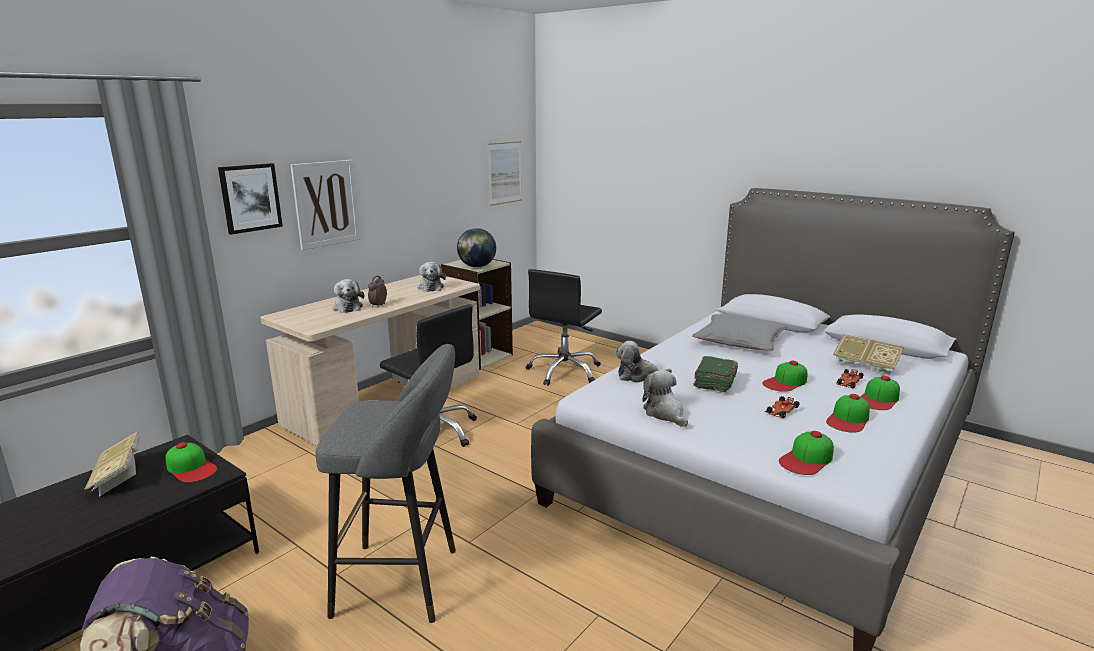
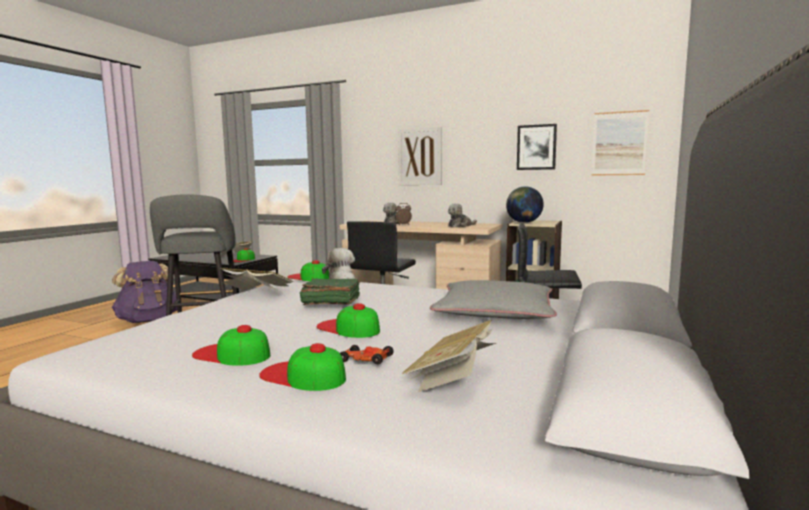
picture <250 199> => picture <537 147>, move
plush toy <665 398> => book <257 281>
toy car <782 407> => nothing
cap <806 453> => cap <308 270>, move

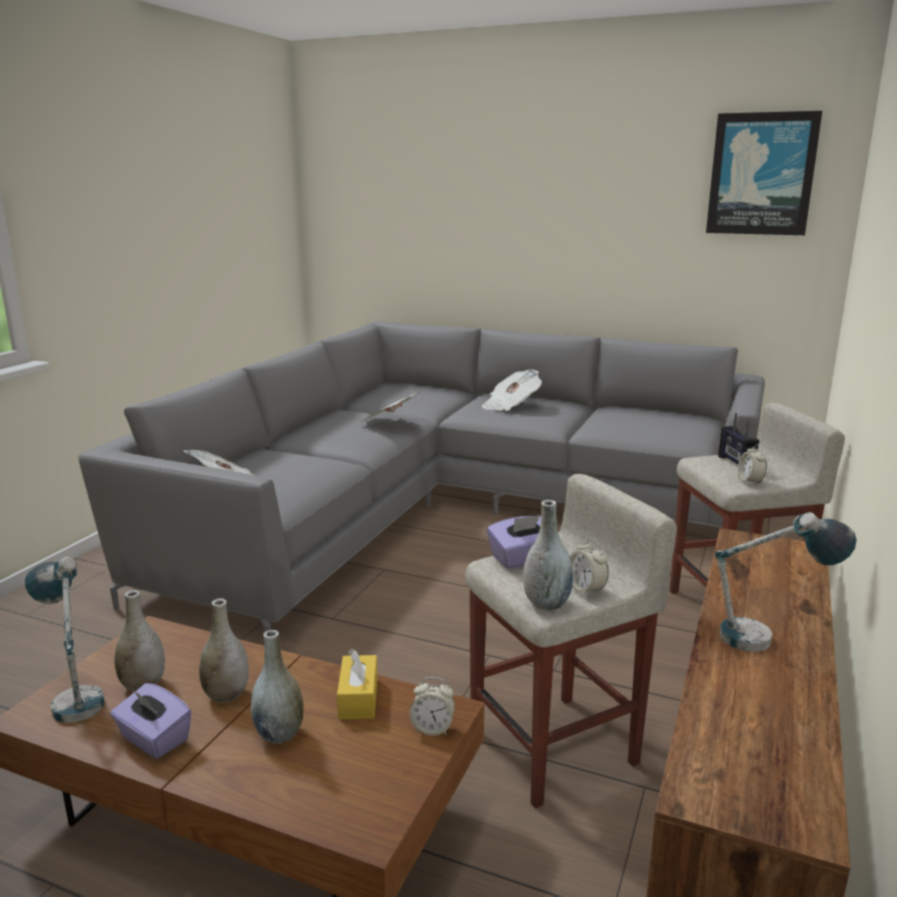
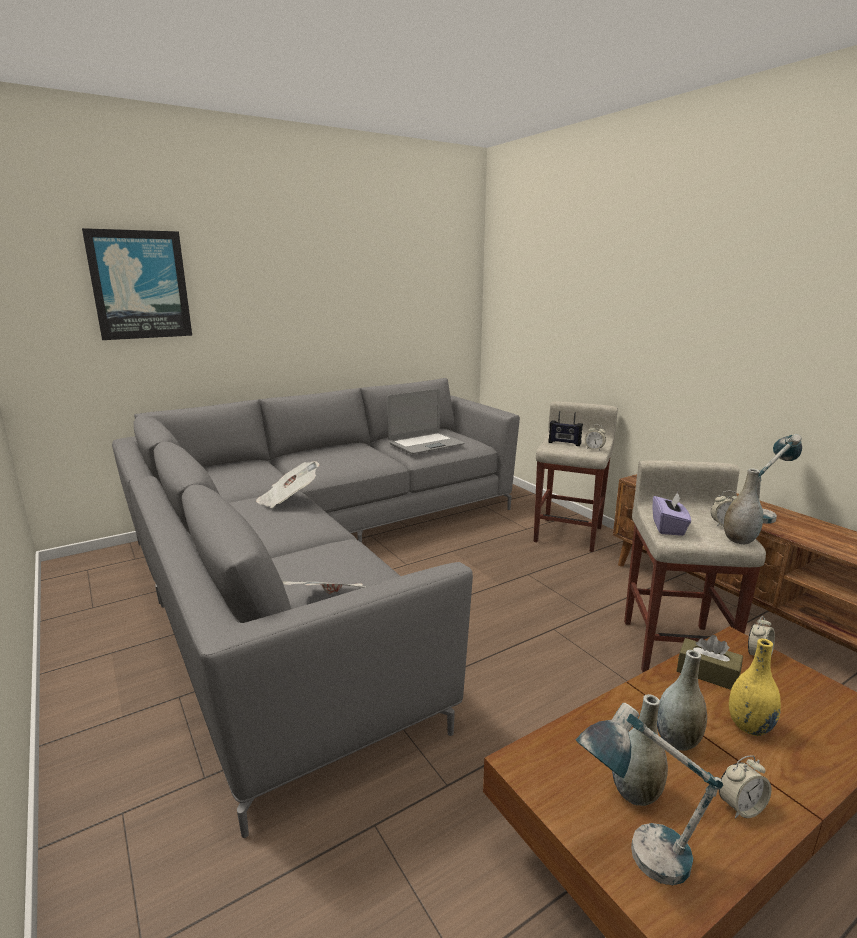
purple tissue box <150 721> => alarm clock <745 787>
grey vase <277 687> => yellow vase <755 687>
yellow tissue box <357 684> => brown tissue box <710 662>
newspaper <512 390> => nothing
picture <764 173> => picture <137 284>, move
nothing => laptop <426 421>

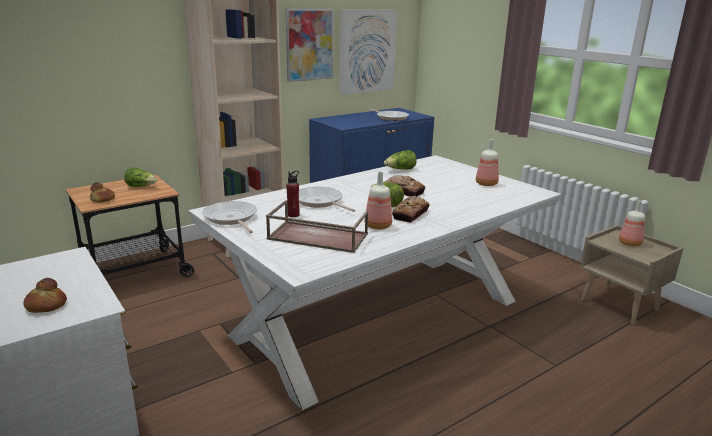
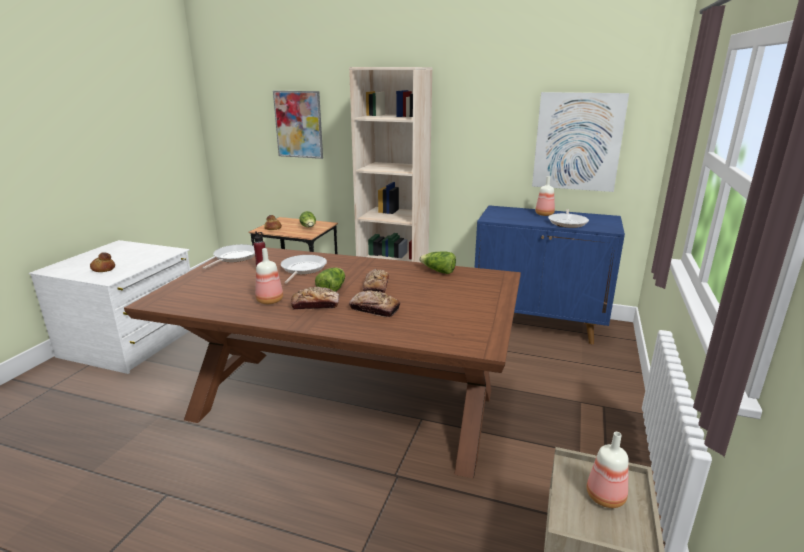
white dining table <374 282> => brown dining table <322 362>
brown tray <317 226> => nothing
picture <310 45> => picture <298 125>, move
bottle <487 162> => bottle <545 196>, move
nothing => bread <374 303>

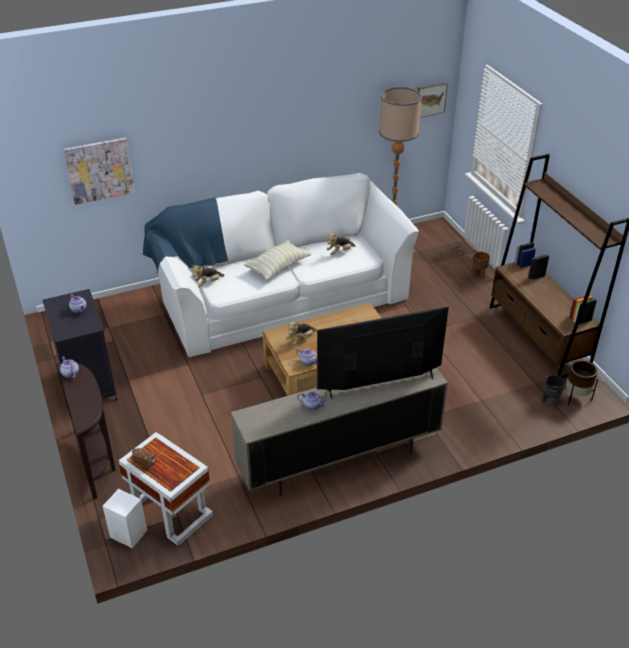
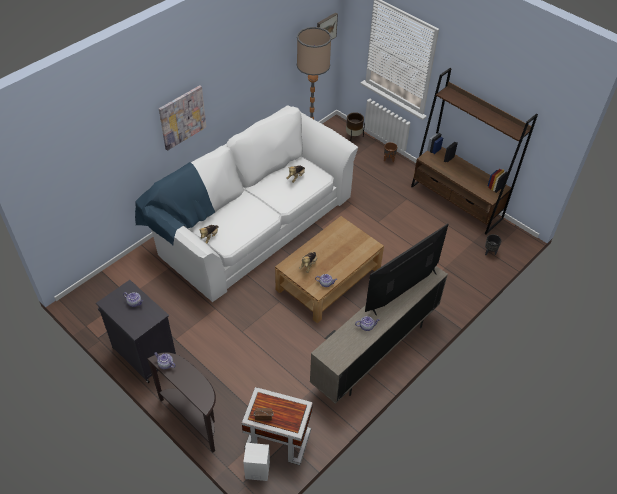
picture <99 171> => picture <182 118>, move
pillow <277 260> => nothing
brown planter <582 382> => brown planter <355 127>, move

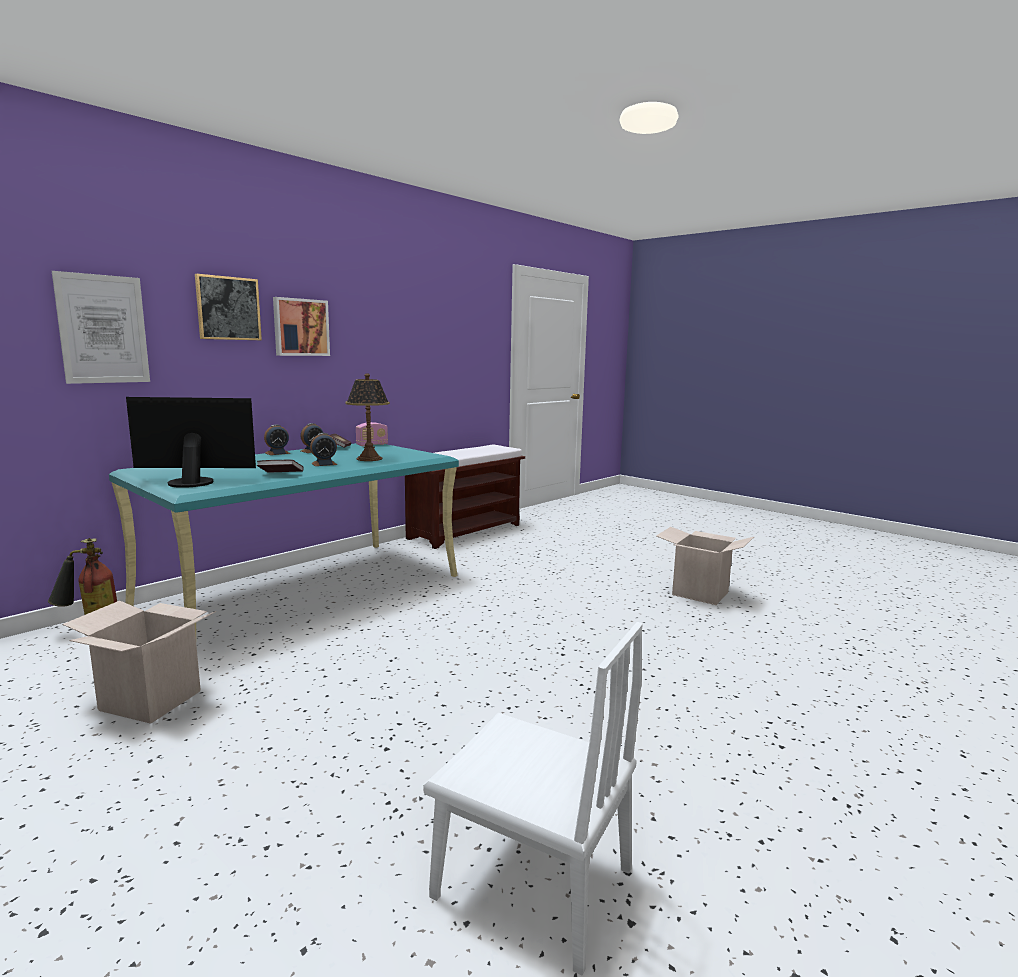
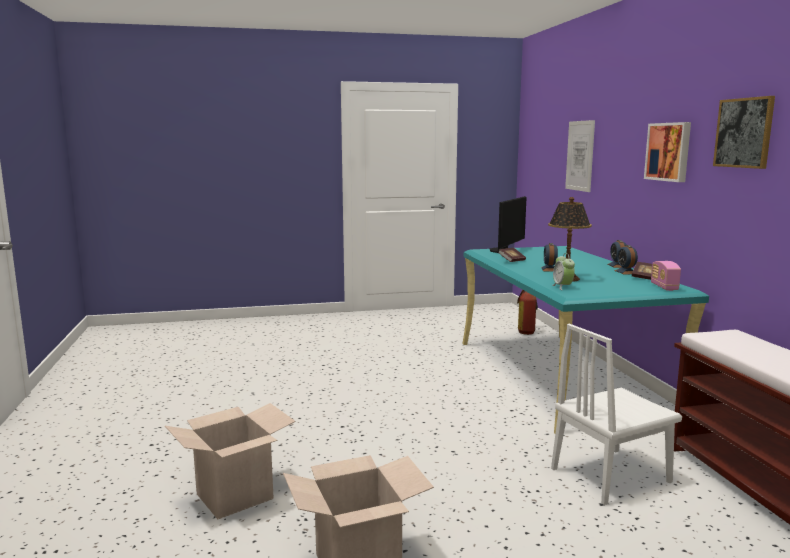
cardboard box <139 662> => cardboard box <230 461>, move
picture <228 307> => picture <744 132>, move
white chair <533 799> => white chair <616 414>, move
nothing => alarm clock <563 271>

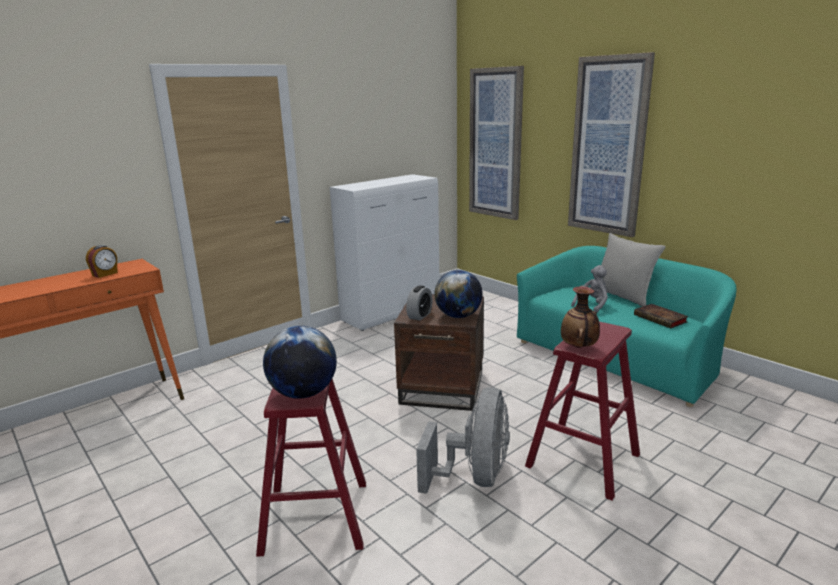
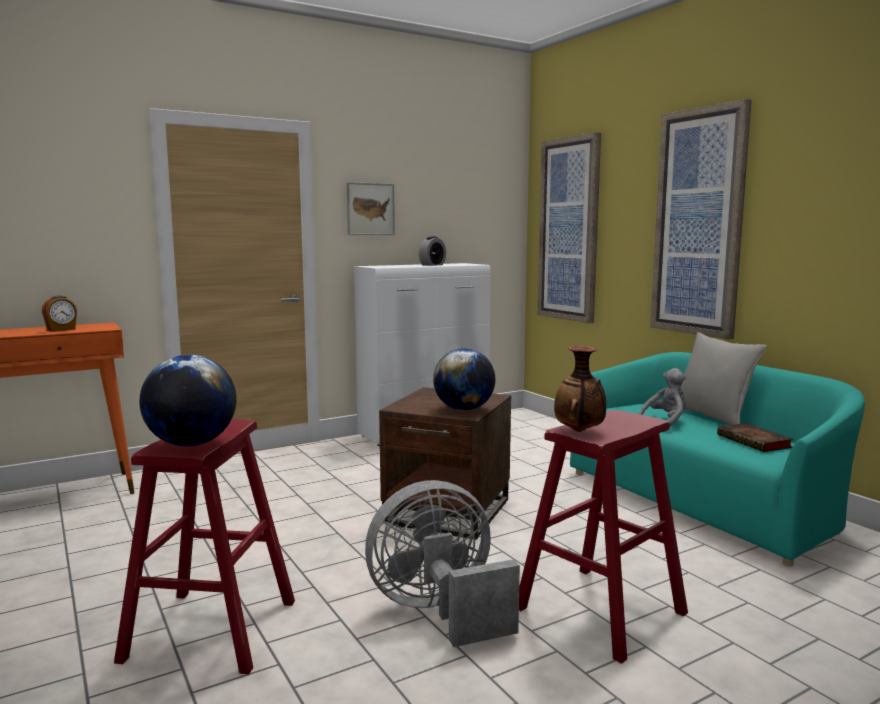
alarm clock <419 303> => alarm clock <432 251>, move
grey fan <463 440> => grey fan <442 563>, 135 degrees counterclockwise
nothing => picture <371 208>

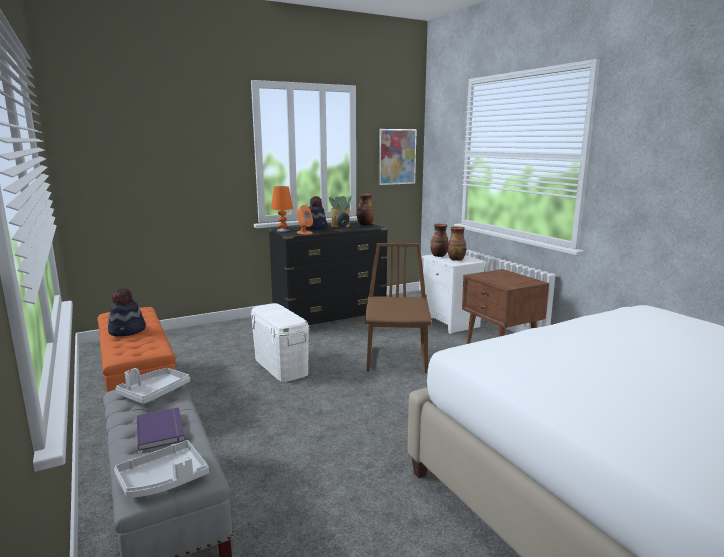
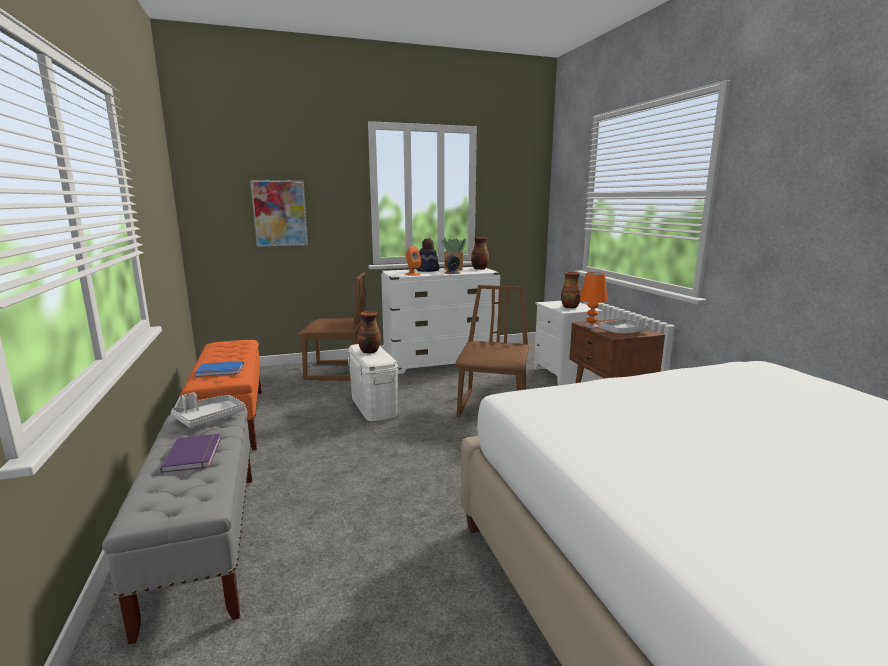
hat <127 312> => nothing
grey tray <161 469> => grey tray <624 326>, move
black dresser <328 273> => white dresser <441 320>
orange table lamp <282 209> => orange table lamp <593 300>, move
picture <398 157> => picture <279 213>, move
vase <439 240> => vase <369 332>, move
nothing => blue book <219 369>
nothing => brown chair <331 326>

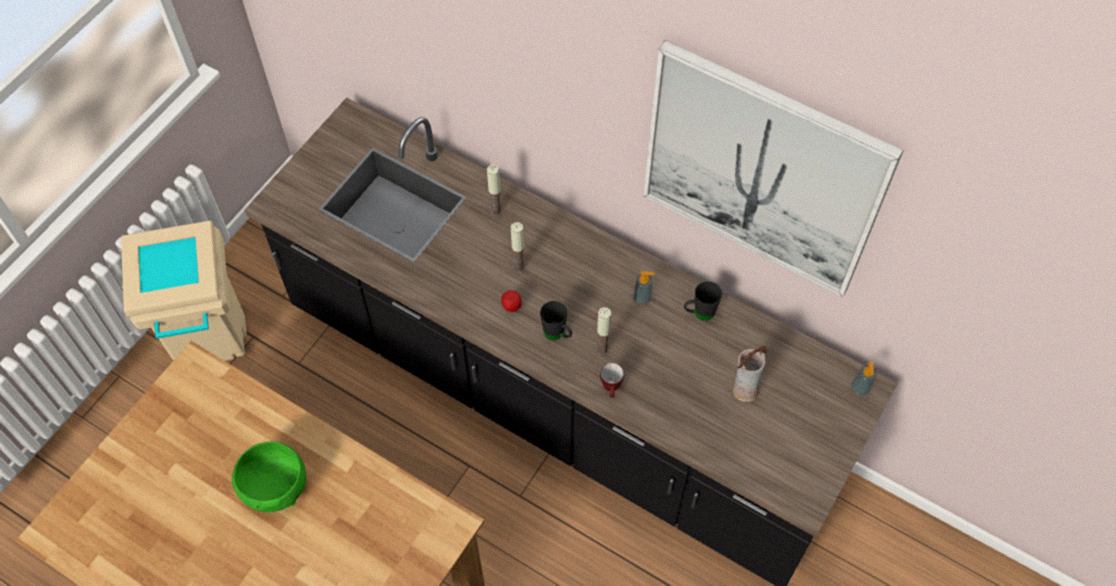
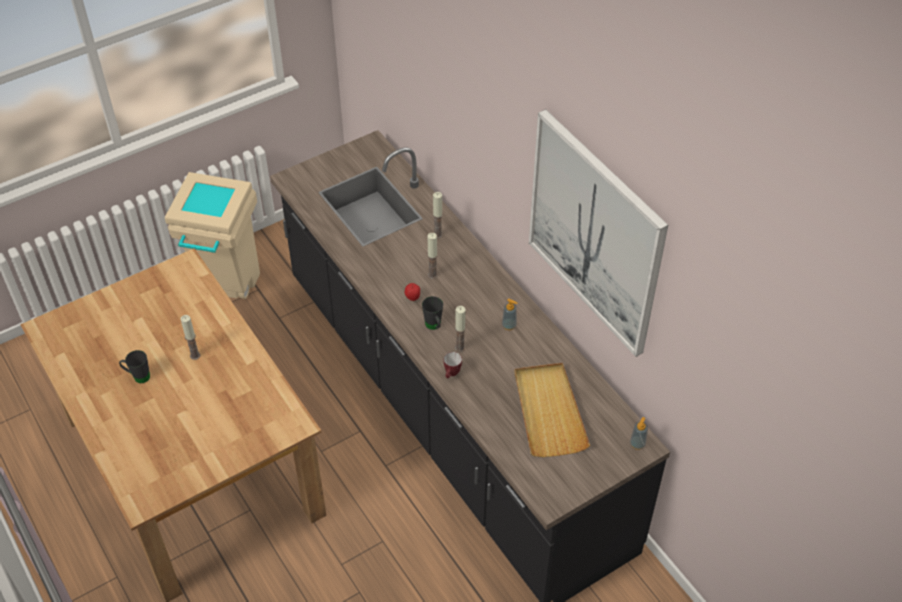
green bowl <269 477> => candle <190 337>
black mug <703 301> => black mug <134 366>, move
vase <750 374> => beige tray <552 410>

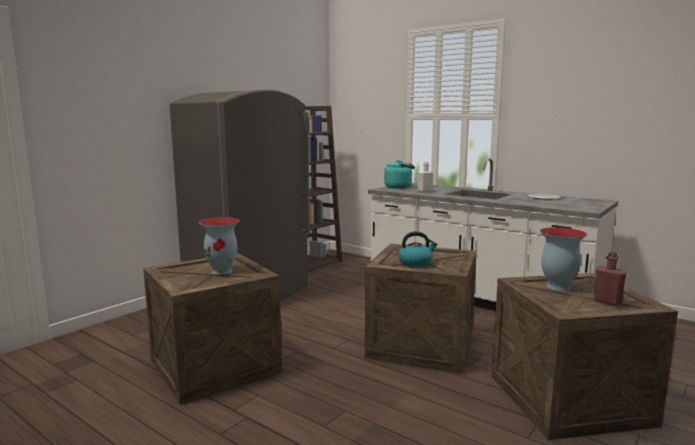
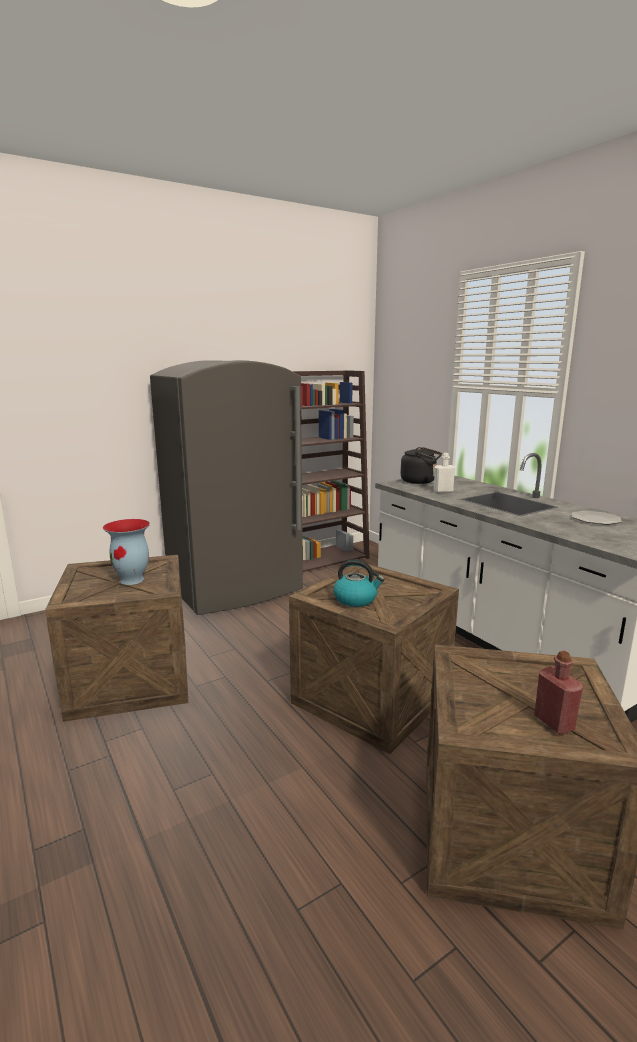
turquoise kettle <399 174> => black kettle <421 465>
vase <563 259> => nothing

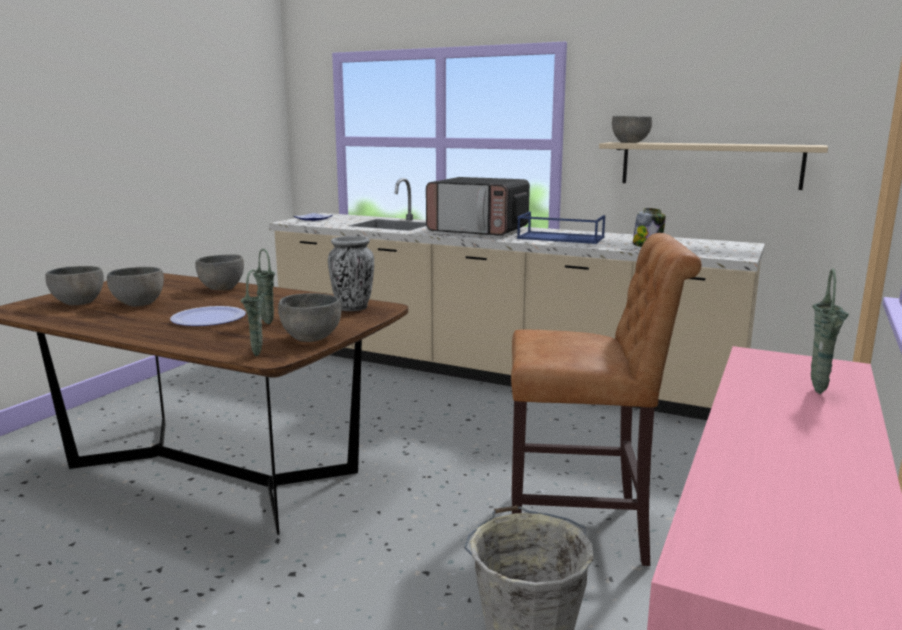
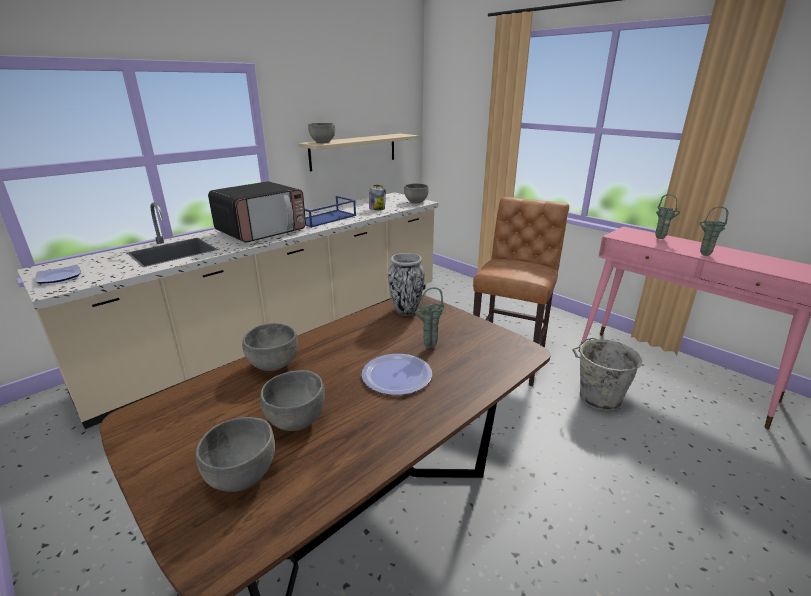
green vase <252 312> => green vase <714 231>, move
grey bowl <309 317> => grey bowl <416 193>, move

